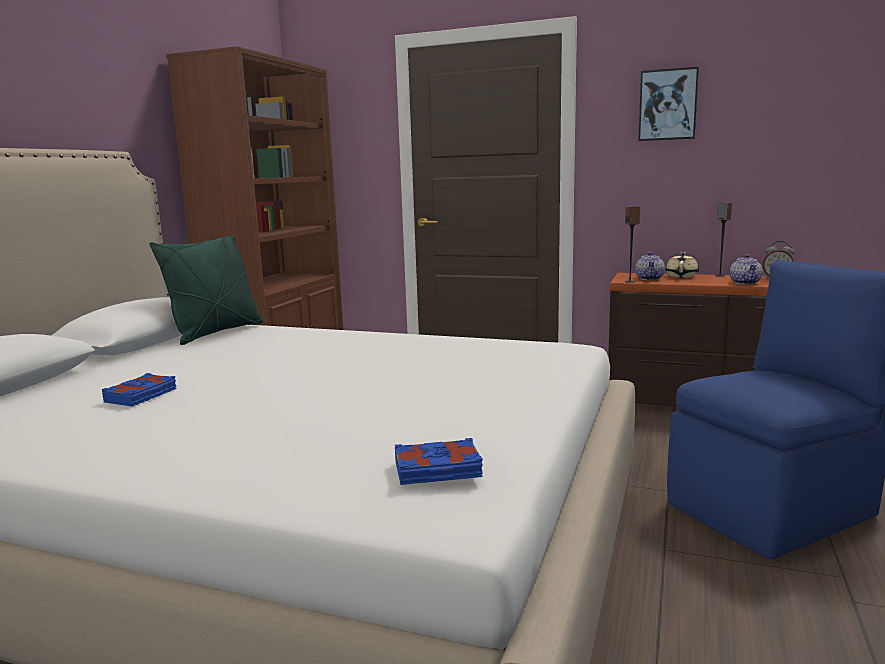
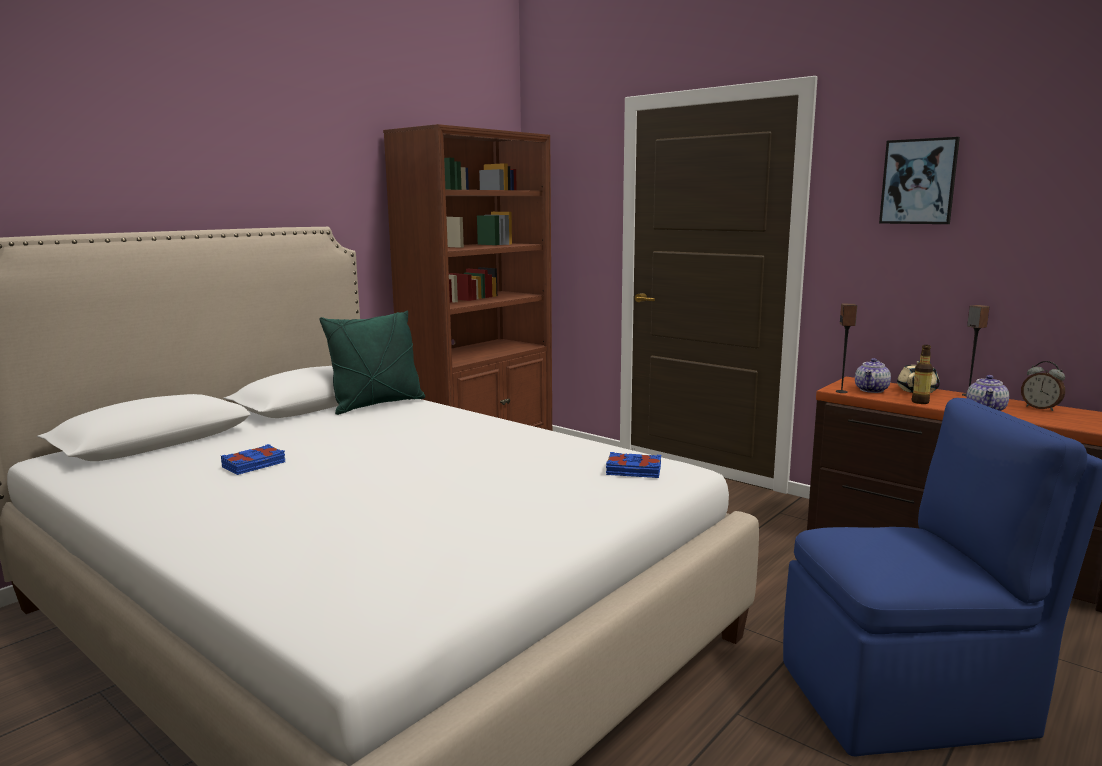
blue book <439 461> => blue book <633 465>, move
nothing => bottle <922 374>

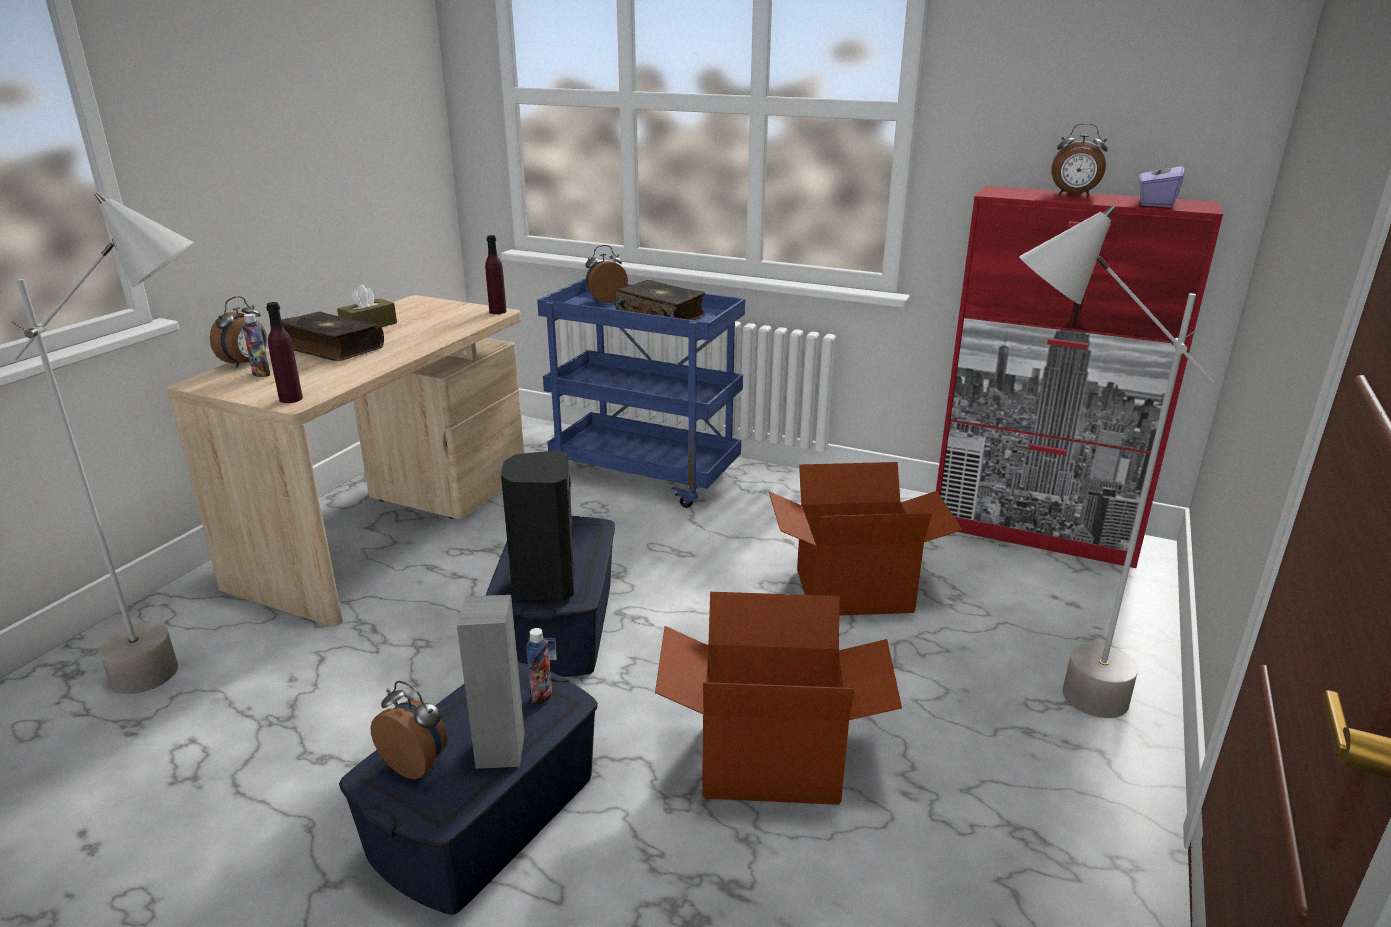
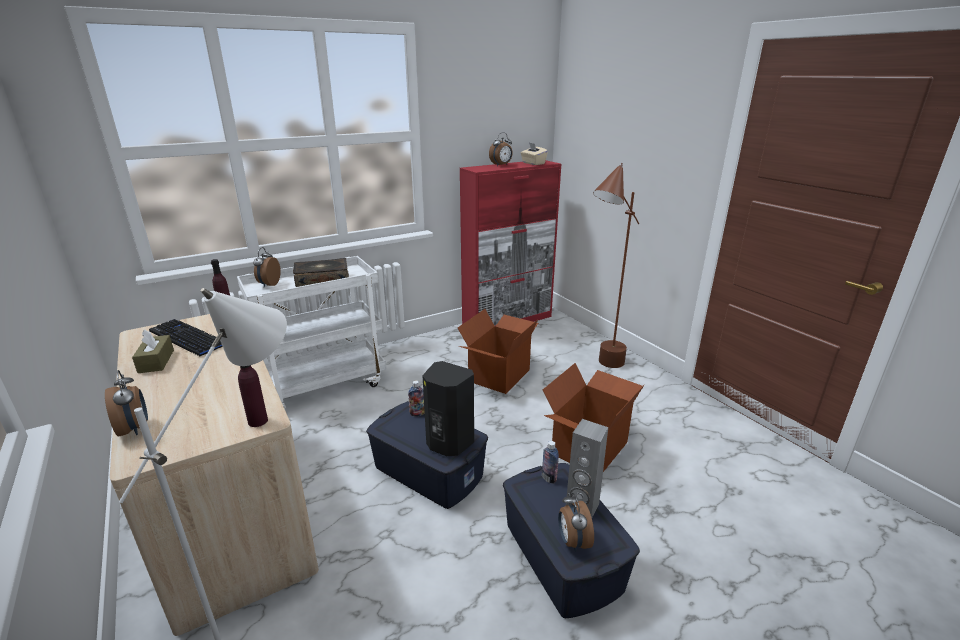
bottle <256 345> => bottle <416 398>, move
book <333 336> => nothing
alarm clock <408 730> => alarm clock <576 522>, 75 degrees counterclockwise
blue cart <641 393> => white cart <311 332>
grey floor lamp <1116 461> => brown floor lamp <616 265>
purple tissue box <1161 181> => beige tissue box <534 154>
nothing => keyboard <186 338>

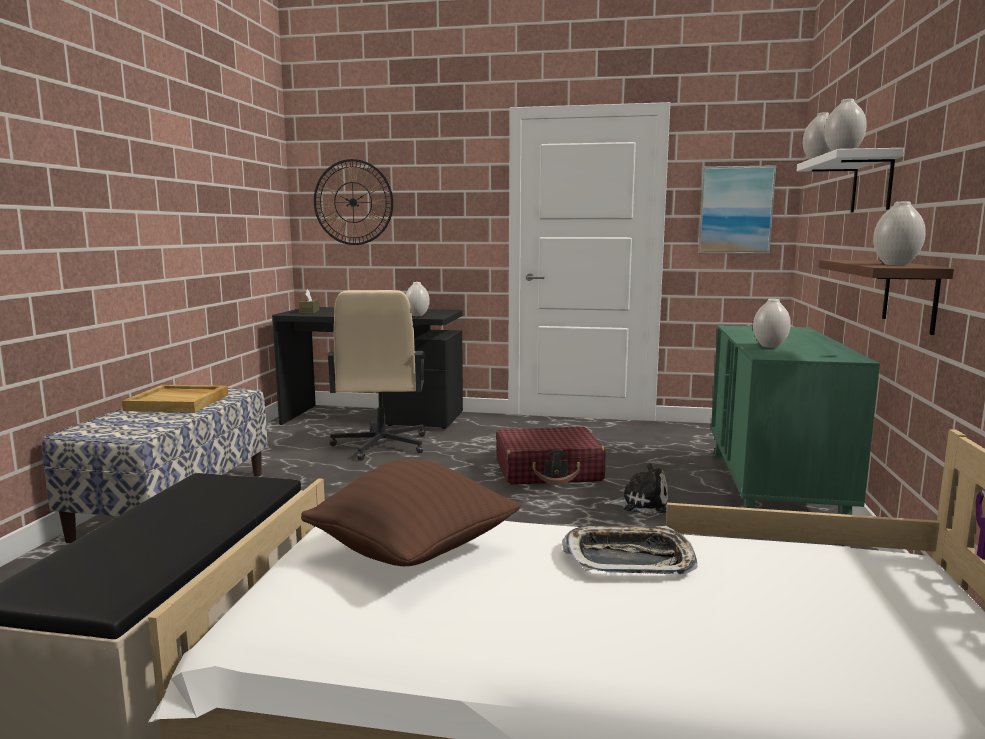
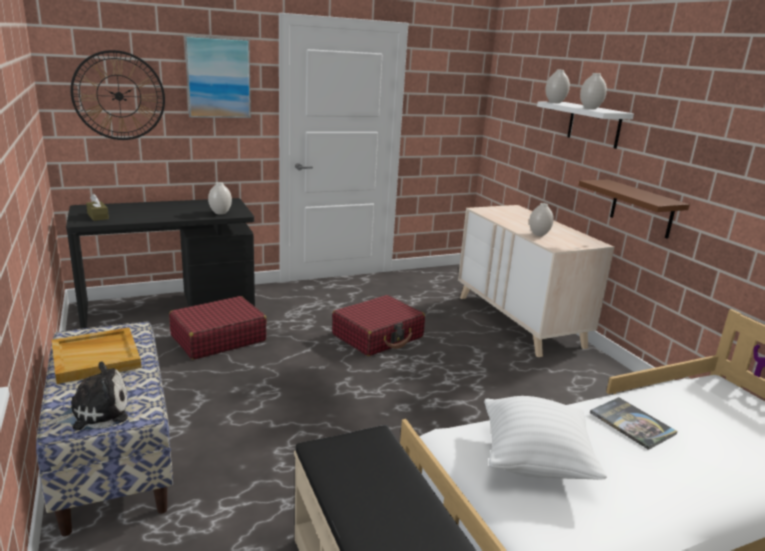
brown pillow <411 512> => white pillow <545 438>
beige office chair <376 375> => red suitcase <218 328>
tray <630 550> => book <634 423>
plush toy <636 488> => plush toy <86 396>, move
picture <737 209> => picture <218 77>, move
green dresser <795 420> => beige dresser <536 281>
white vase <899 233> => nothing

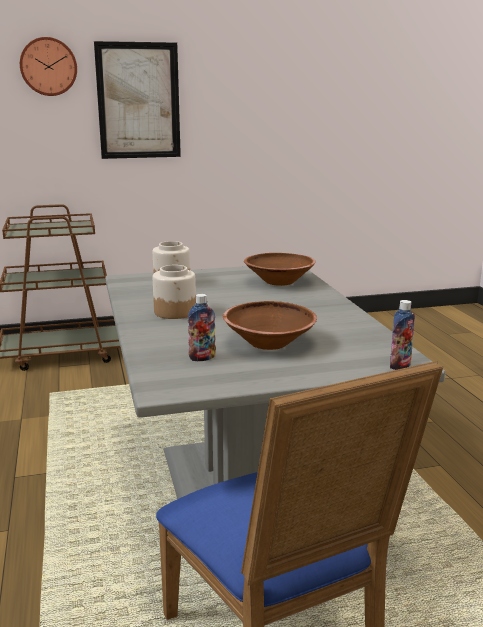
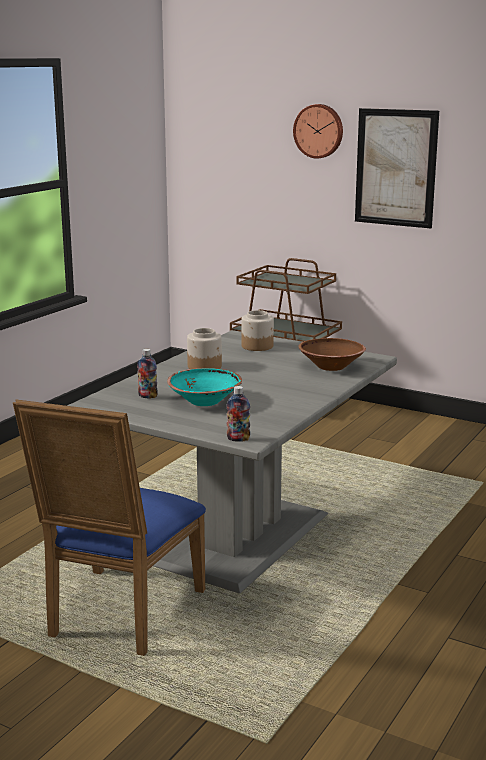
brown bowl <270 325> => turquoise bowl <204 387>

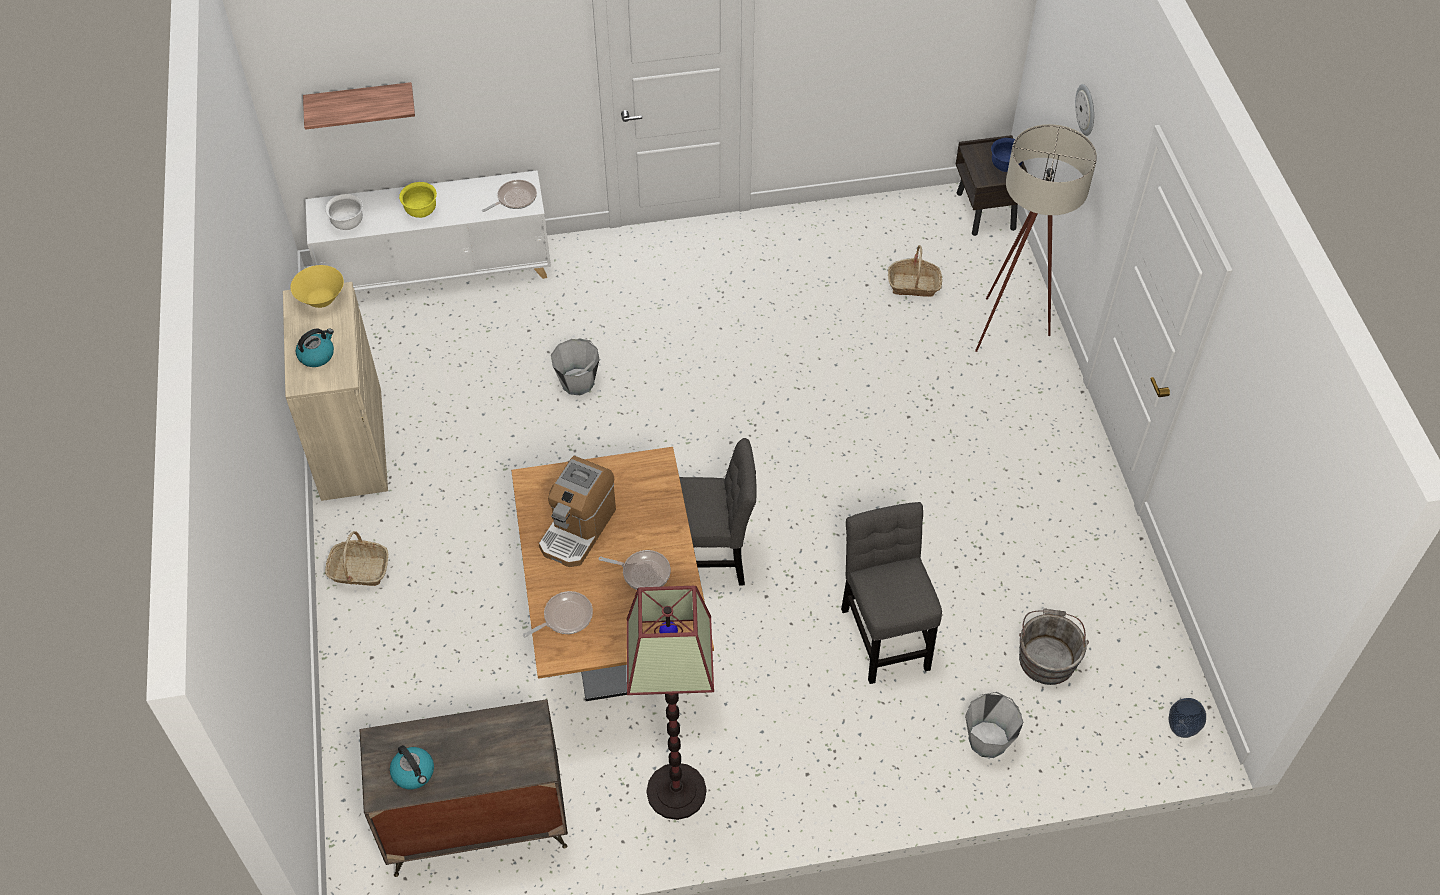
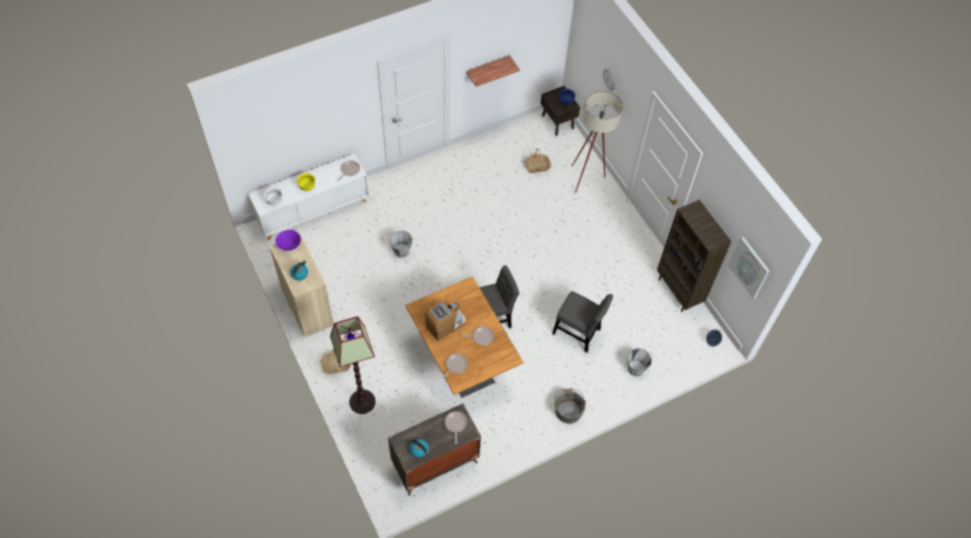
yellow bowl <317 286> => purple bowl <288 240>
shelf <359 106> => shelf <493 71>, move
coffee machine <577 511> => coffee machine <444 321>, 135 degrees counterclockwise
floor lamp <670 703> => floor lamp <353 365>, move
grey chair <891 593> => grey chair <582 322>, 150 degrees clockwise
grey bucket <1054 647> => grey bucket <570 406>, move
nothing => frying pan <456 427>
nothing => brown bookcase <694 256>
nothing => picture <749 268>

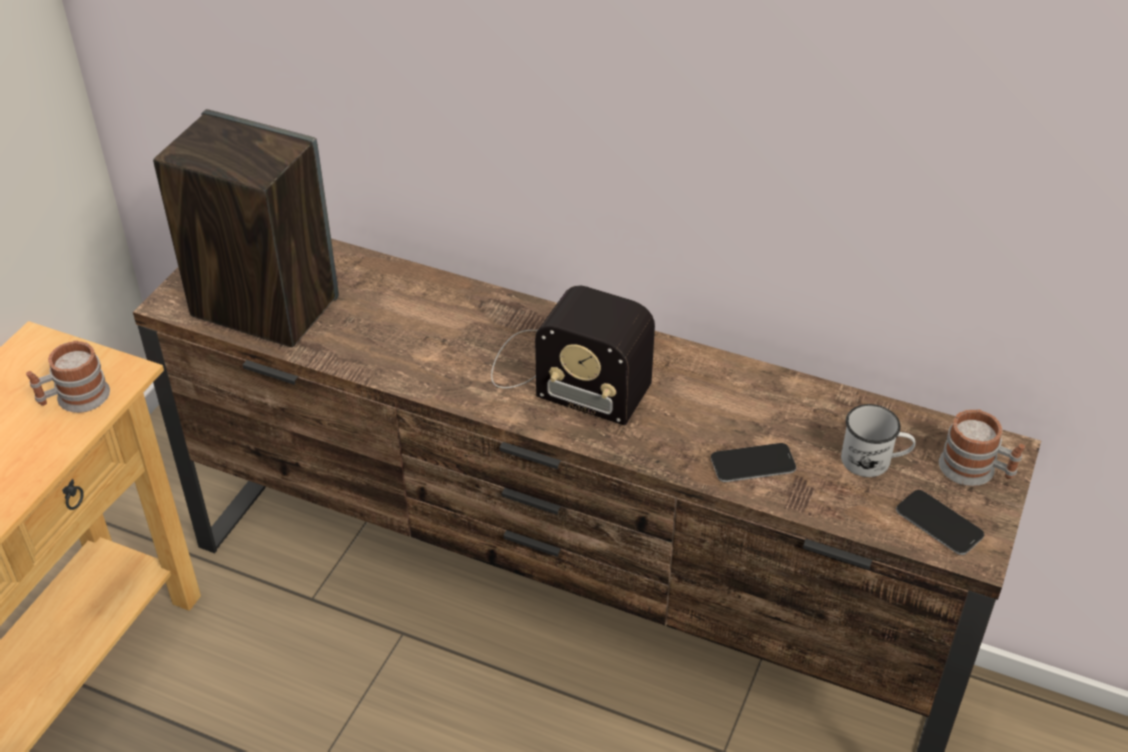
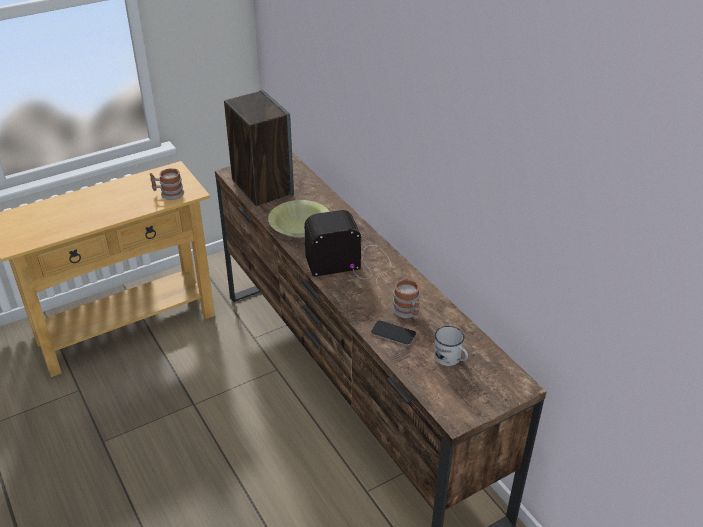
radio <573 355> => radio <347 247>, 105 degrees clockwise
phone <940 522> => nothing
mug <982 447> => mug <406 299>, move
nothing => yellow bowl <298 219>

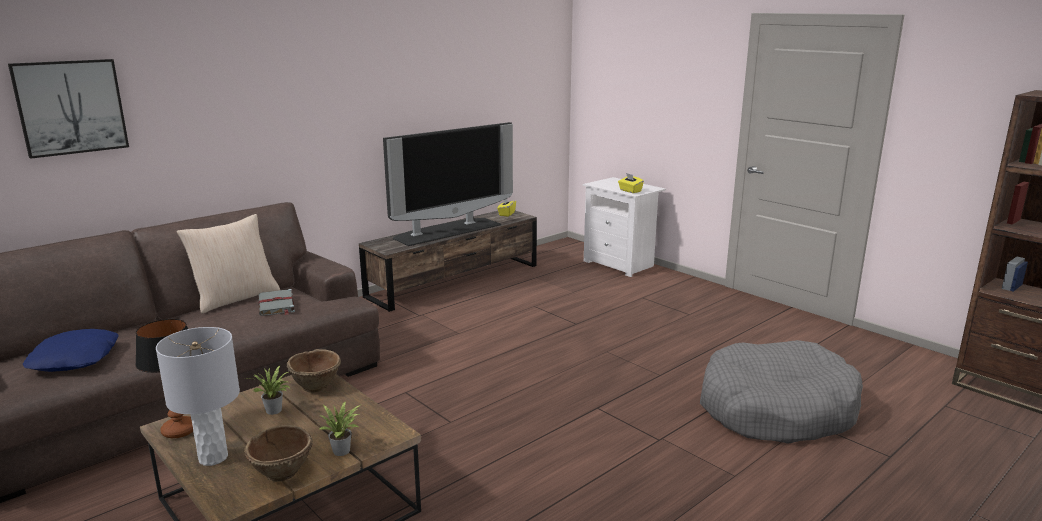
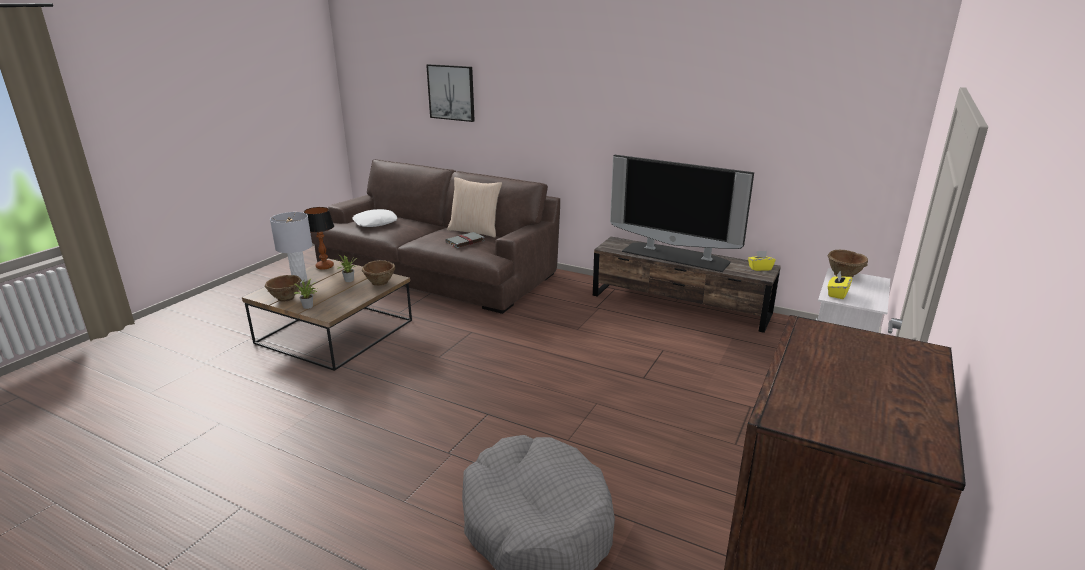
blue pillow <71 350> => white pillow <374 218>
nothing => brown bowl <848 263>

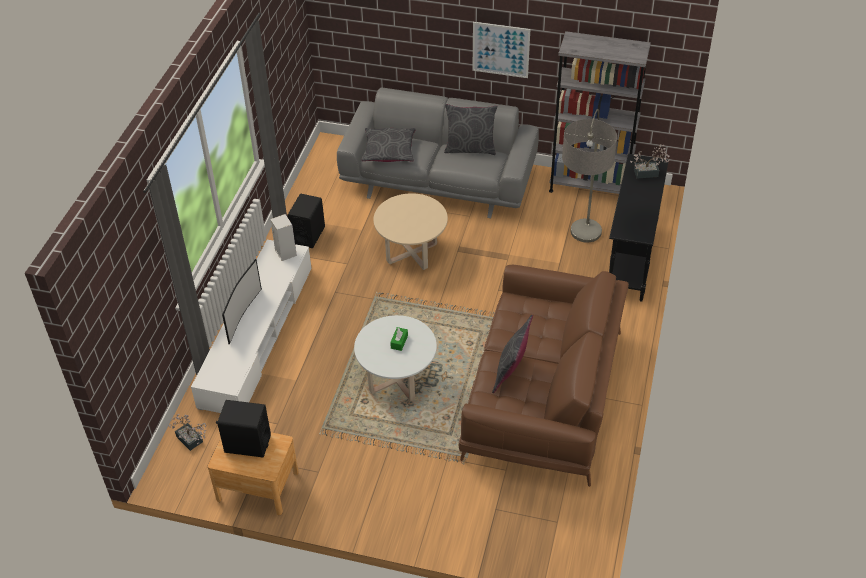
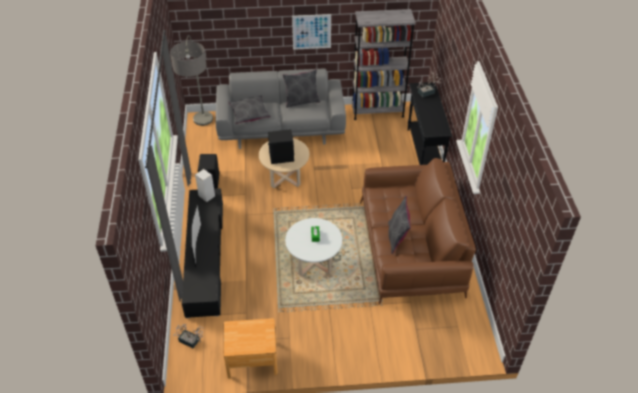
white tv stand <251 326> => black tv stand <202 253>
black speaker <243 428> => black speaker <281 146>, move
floor lamp <589 176> => floor lamp <191 80>, move

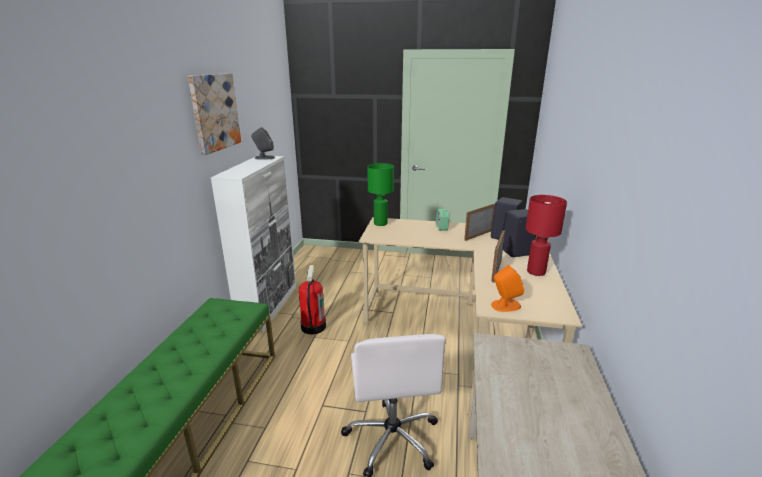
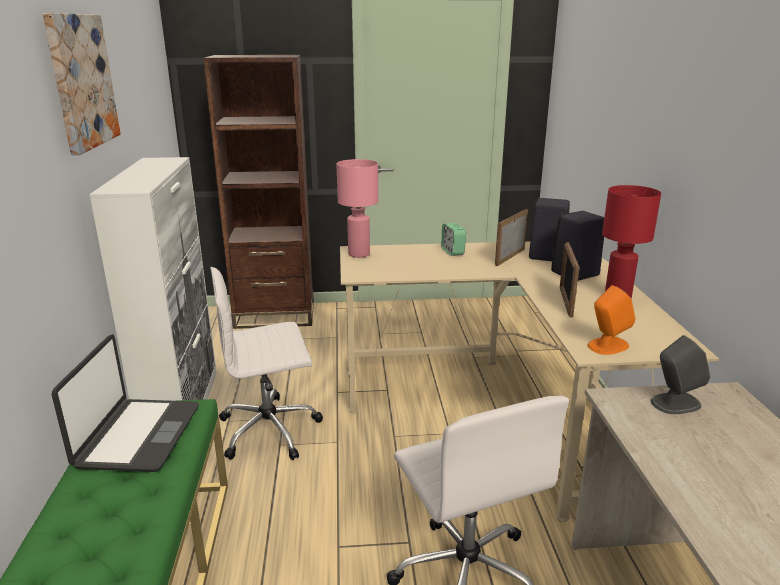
grey speaker <263 143> => grey speaker <680 374>, move
fire extinguisher <312 299> => white office chair <266 363>
green table lamp <380 194> => pink table lamp <357 208>
nothing => laptop <125 403>
nothing => brown bookcase <258 192>

